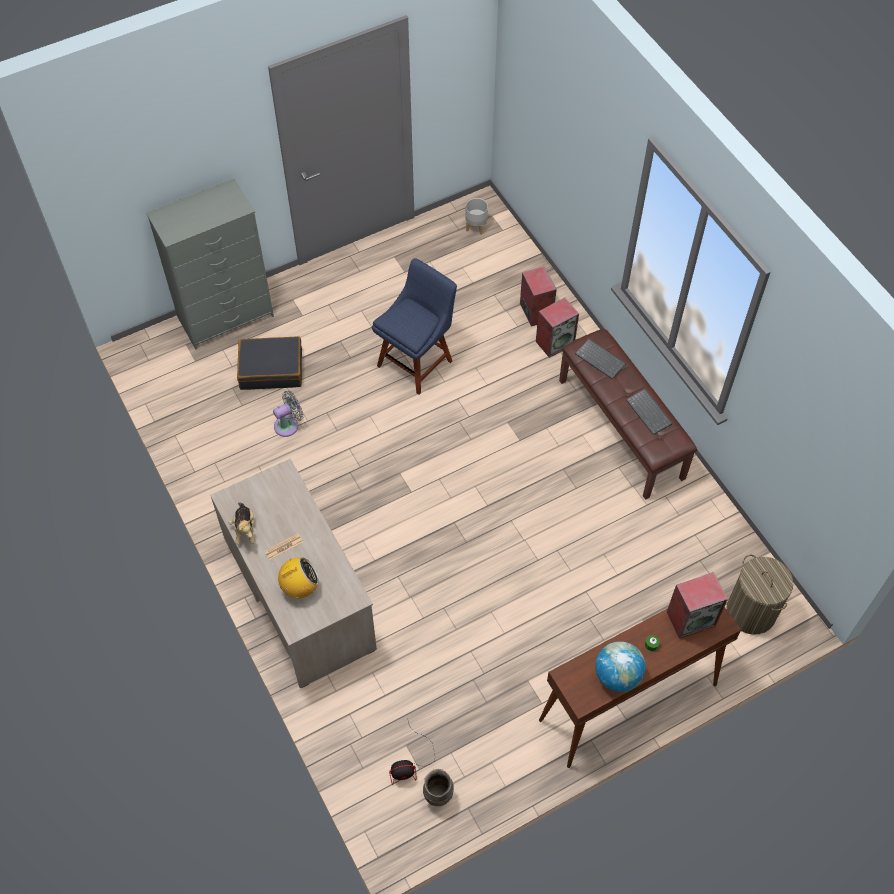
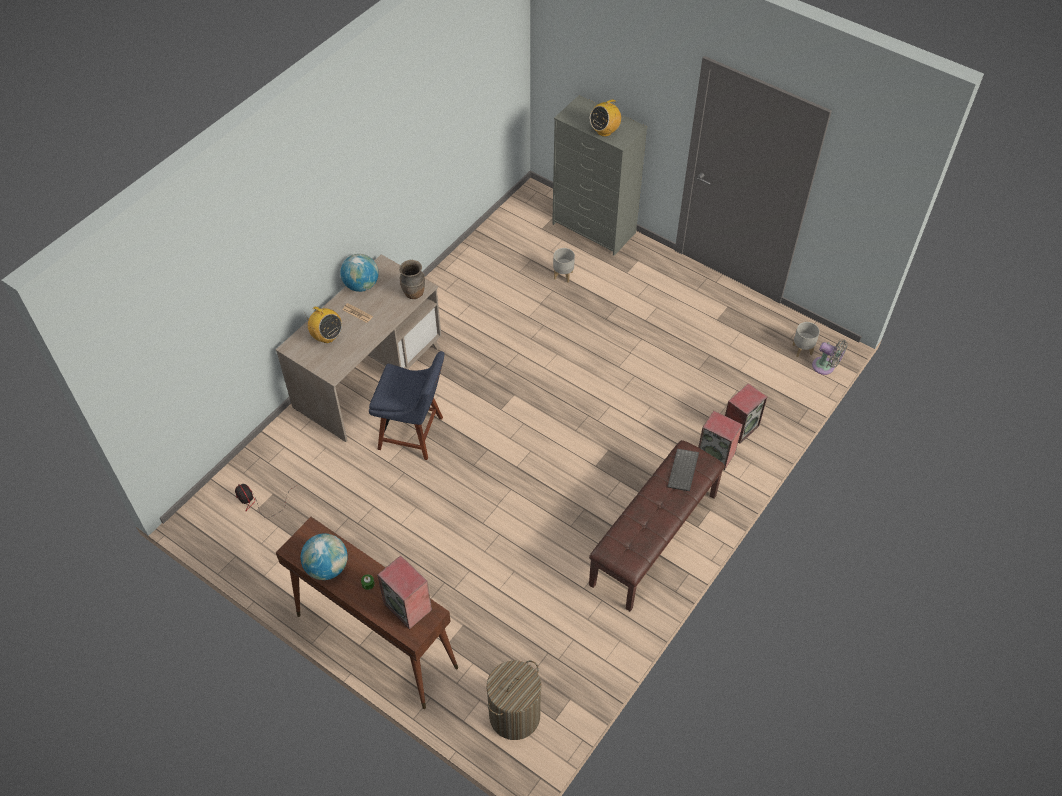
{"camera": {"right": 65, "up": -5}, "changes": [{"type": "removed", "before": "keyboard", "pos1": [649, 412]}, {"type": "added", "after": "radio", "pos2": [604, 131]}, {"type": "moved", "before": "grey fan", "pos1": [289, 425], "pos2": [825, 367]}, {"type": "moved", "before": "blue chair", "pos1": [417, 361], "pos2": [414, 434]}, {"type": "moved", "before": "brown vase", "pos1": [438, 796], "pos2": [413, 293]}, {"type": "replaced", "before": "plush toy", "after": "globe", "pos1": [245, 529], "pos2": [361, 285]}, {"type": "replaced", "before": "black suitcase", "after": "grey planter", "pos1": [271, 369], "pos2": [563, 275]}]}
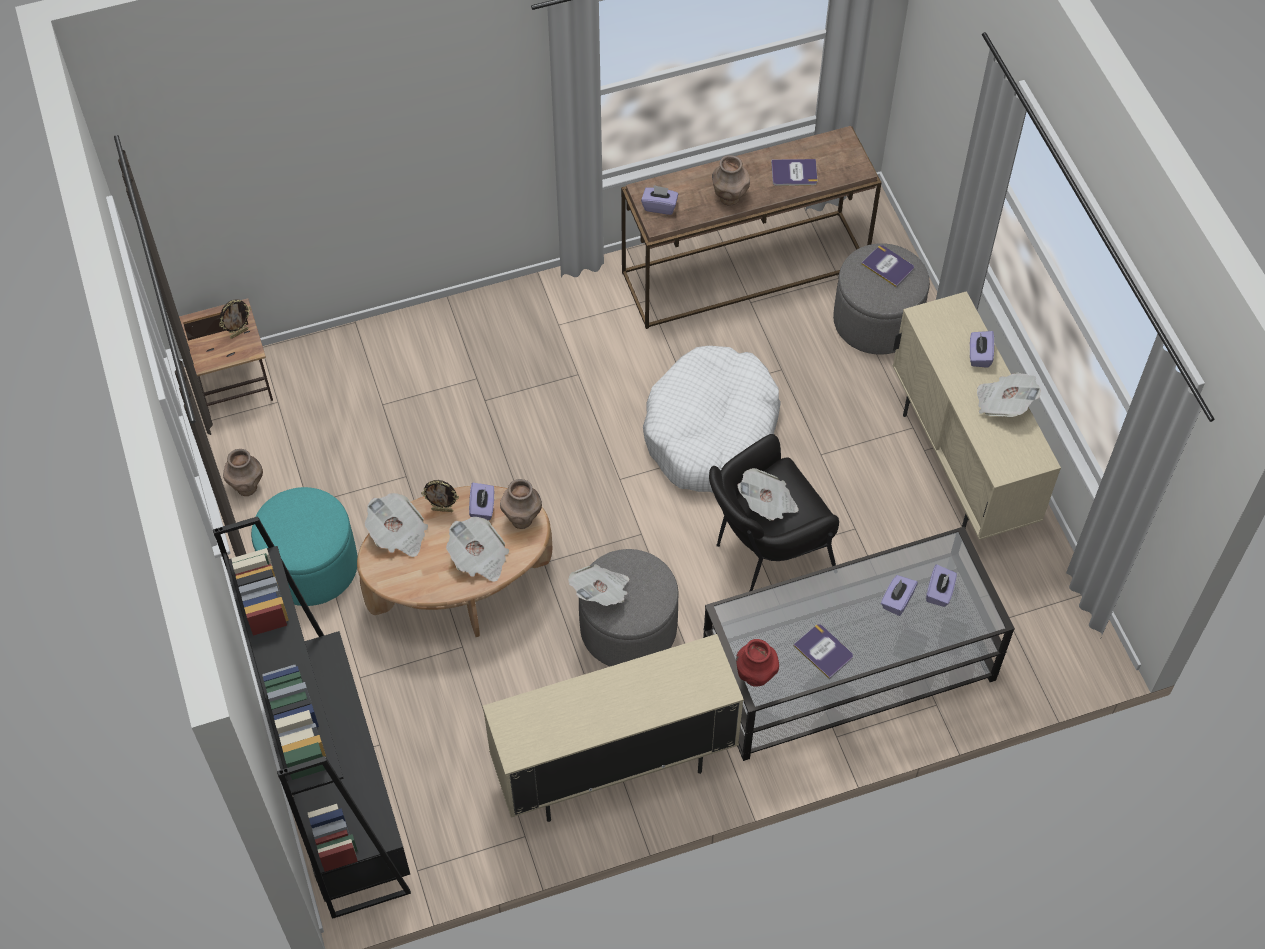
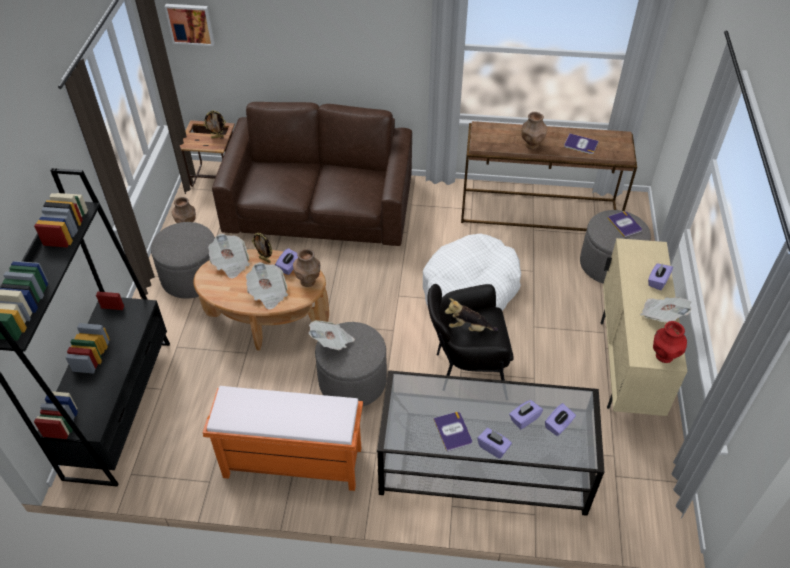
{"camera": {"right": 25, "up": -10}, "changes": [{"type": "added", "after": "picture", "pos2": [190, 23]}, {"type": "added", "after": "brown sofa", "pos2": [319, 206]}, {"type": "moved", "before": "purple tissue box", "pos1": [659, 206], "pos2": [493, 447]}, {"type": "moved", "before": "red vase", "pos1": [755, 677], "pos2": [663, 356]}, {"type": "replaced", "before": "beige cabinet", "after": "orange bench", "pos1": [614, 768], "pos2": [291, 463]}, {"type": "replaced", "before": "newspaper", "after": "plush toy", "pos1": [767, 504], "pos2": [469, 328]}, {"type": "recoloured", "before": "turquoise ottoman", "after": "grey ottoman", "pos1": [310, 566], "pos2": [192, 277]}]}
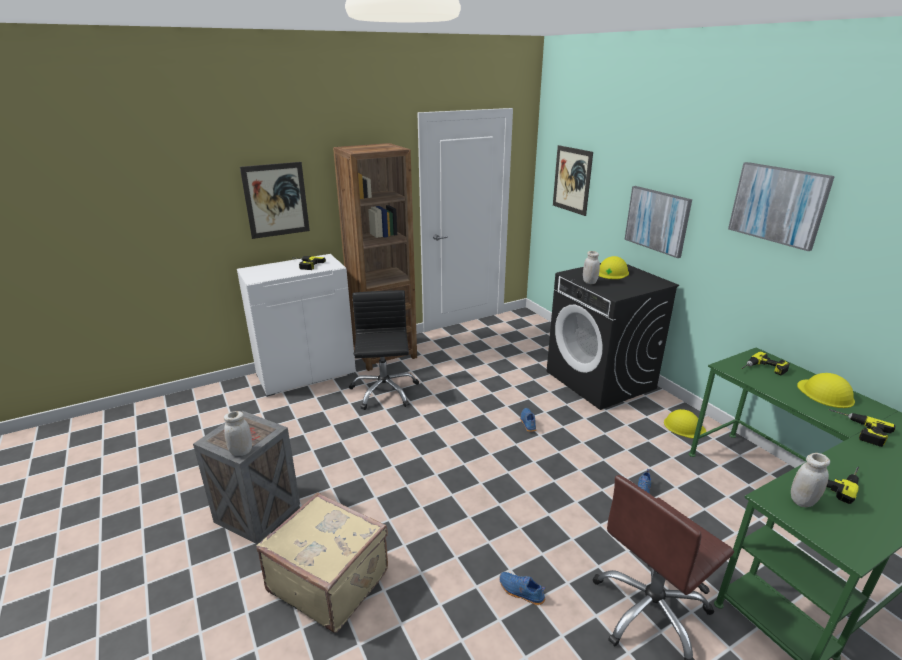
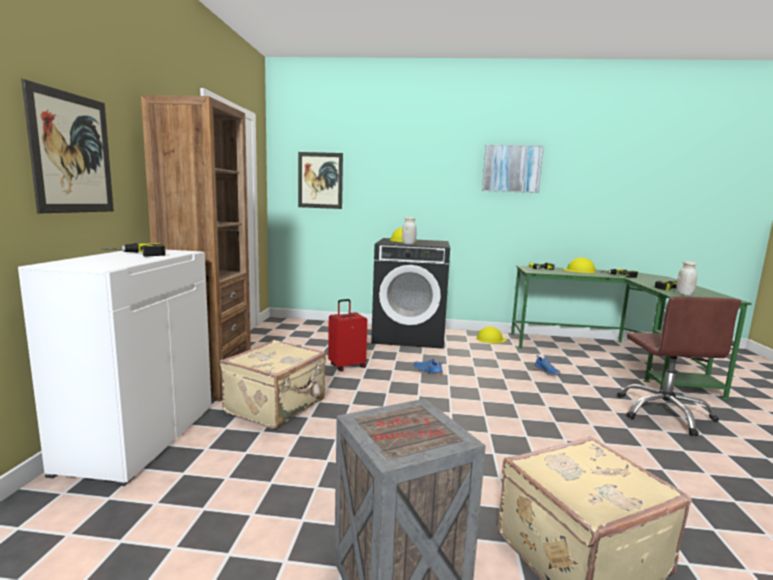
{"camera": {"right": -55, "up": -15}, "changes": [{"type": "removed", "before": "white jar", "pos1": [241, 451]}, {"type": "removed", "before": "blue shoe", "pos1": [521, 592]}, {"type": "removed", "before": "picture", "pos1": [657, 220]}, {"type": "added", "after": "red suitcase", "pos2": [347, 366]}, {"type": "replaced", "before": "black office chair", "after": "beige suitcase", "pos1": [384, 391], "pos2": [277, 406]}]}
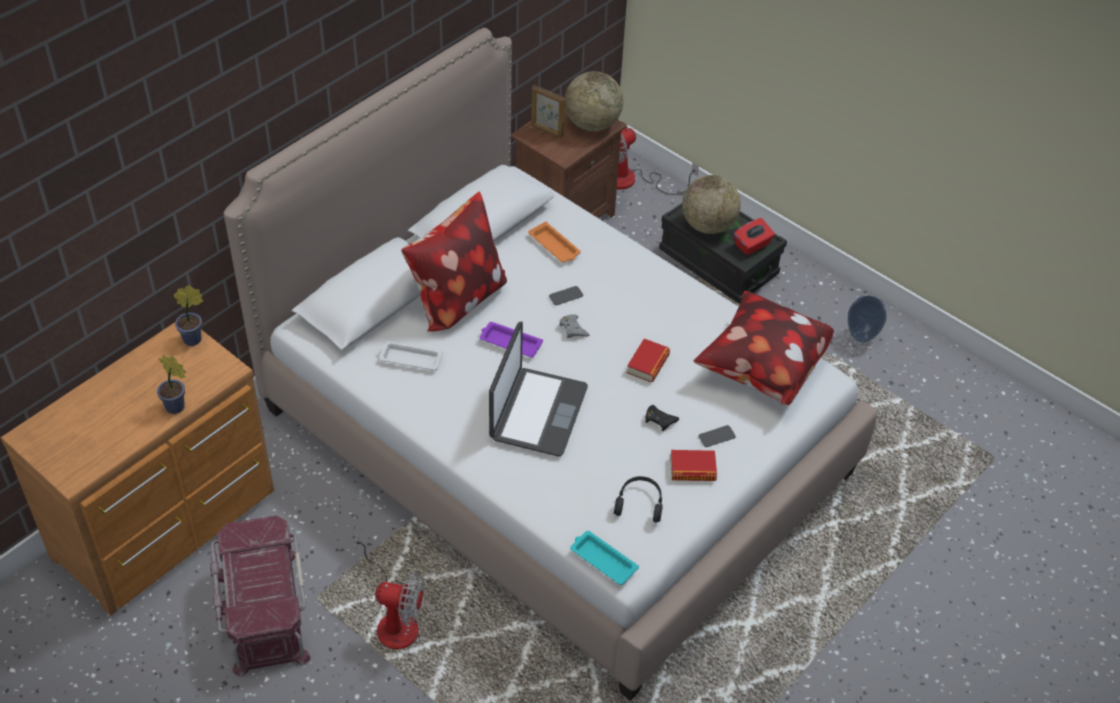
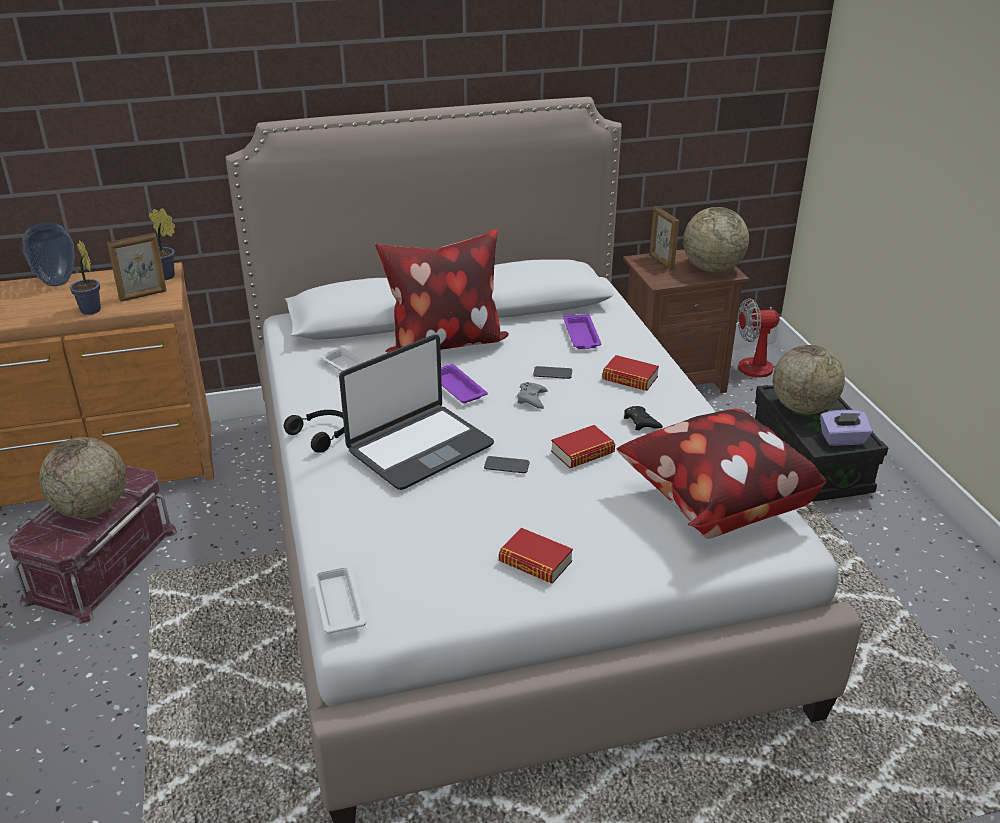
{"camera": {"right": 35, "up": -15}, "changes": [{"type": "removed", "before": "fan", "pos1": [391, 619]}, {"type": "added", "after": "globe", "pos2": [92, 509]}, {"type": "added", "after": "picture frame", "pos2": [143, 295]}, {"type": "added", "after": "book", "pos2": [630, 378]}, {"type": "moved", "before": "black headphones", "pos1": [639, 503], "pos2": [322, 435]}, {"type": "moved", "before": "black game controller", "pos1": [660, 420], "pos2": [641, 422]}, {"type": "moved", "before": "phone", "pos1": [716, 436], "pos2": [506, 465]}, {"type": "moved", "before": "vase", "pos1": [861, 336], "pos2": [58, 282]}, {"type": "recoloured", "before": "orange tray", "after": "purple tray", "pos1": [555, 246], "pos2": [581, 336]}, {"type": "recoloured", "before": "turquoise tray", "after": "white tray", "pos1": [602, 560], "pos2": [338, 602]}, {"type": "recoloured", "before": "red tissue box", "after": "purple tissue box", "pos1": [752, 245], "pos2": [842, 439]}]}
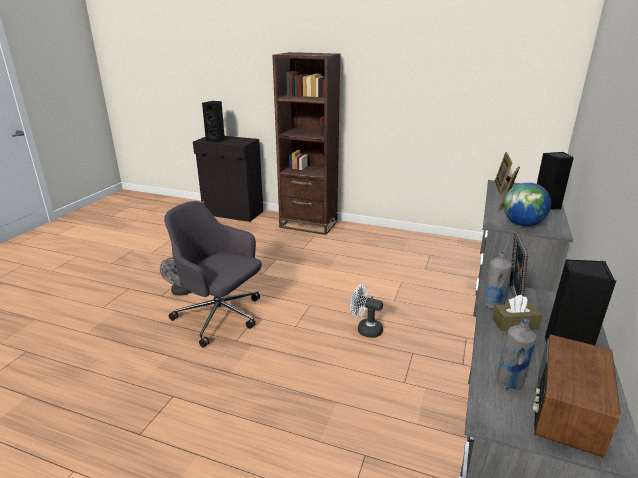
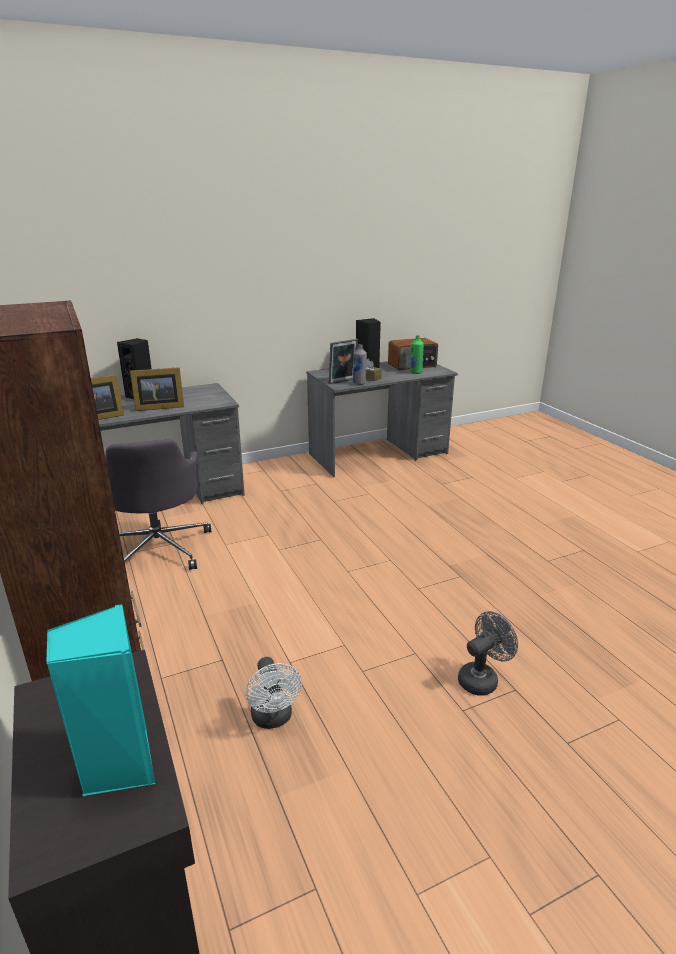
{"camera": {"right": -135, "up": 0}, "changes": [{"type": "removed", "before": "globe", "pos1": [522, 224]}, {"type": "moved", "before": "grey office chair", "pos1": [220, 316], "pos2": [159, 548]}, {"type": "moved", "before": "white fan", "pos1": [365, 329], "pos2": [273, 719]}, {"type": "recoloured", "before": "black speaker", "after": "turquoise speaker", "pos1": [216, 140], "pos2": [118, 765]}, {"type": "recoloured", "before": "grey bottle", "after": "green bottle", "pos1": [510, 382], "pos2": [416, 372]}]}
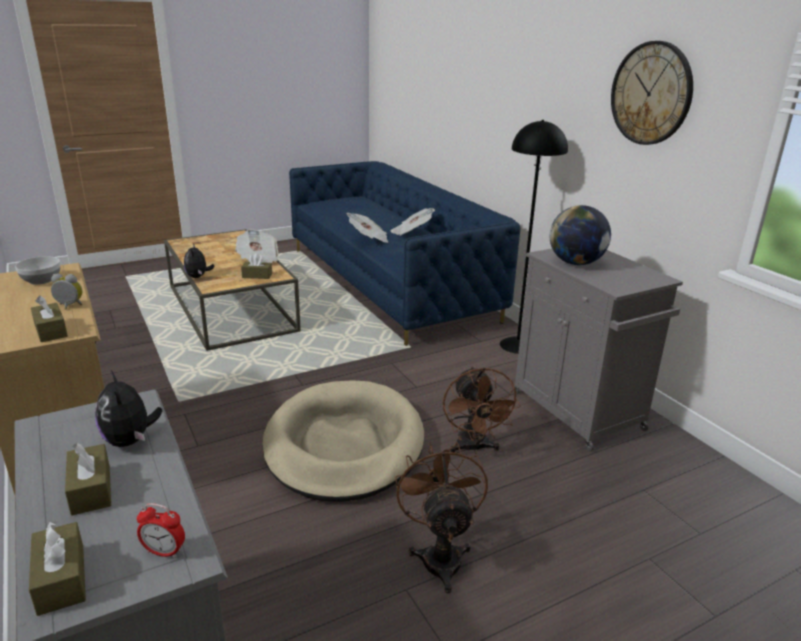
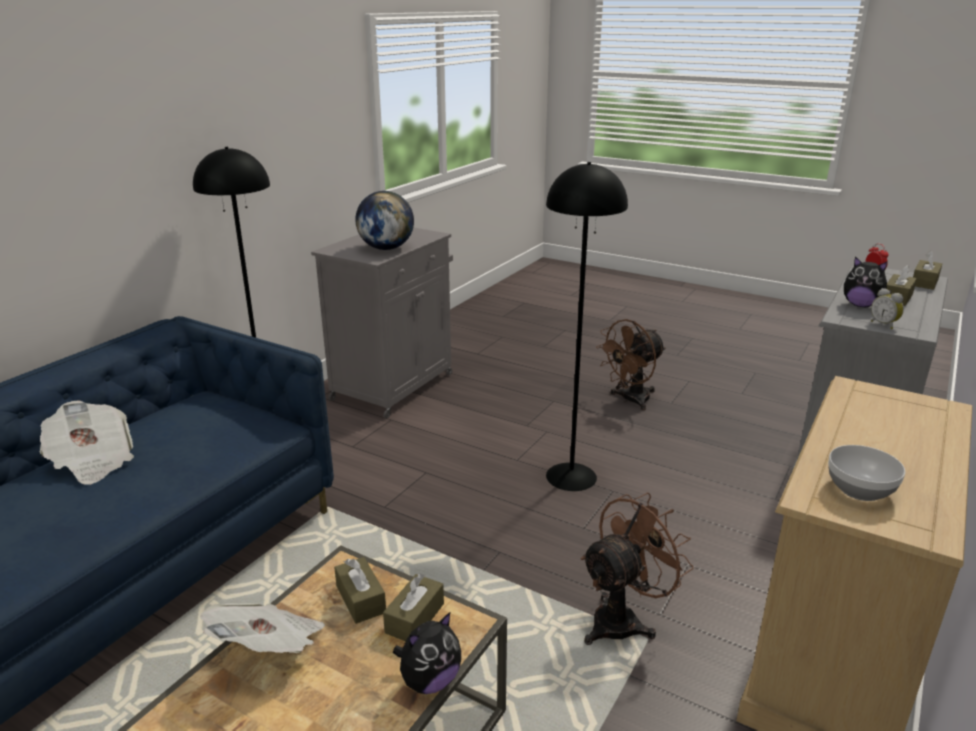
{"camera": {"right": -120, "up": 0}, "changes": [{"type": "removed", "before": "newspaper", "pos1": [368, 239]}, {"type": "removed", "before": "wall clock", "pos1": [651, 93]}, {"type": "moved", "before": "brown tissue box", "pos1": [51, 330], "pos2": [415, 618]}, {"type": "moved", "before": "alarm clock", "pos1": [69, 306], "pos2": [884, 324]}, {"type": "moved", "before": "brown fan", "pos1": [473, 448], "pos2": [623, 619]}, {"type": "replaced", "before": "beige dog bed", "after": "black floor lamp", "pos1": [344, 445], "pos2": [571, 476]}, {"type": "turned", "before": "plush toy", "pos1": [130, 440], "pos2": [861, 305], "turn": 90}]}
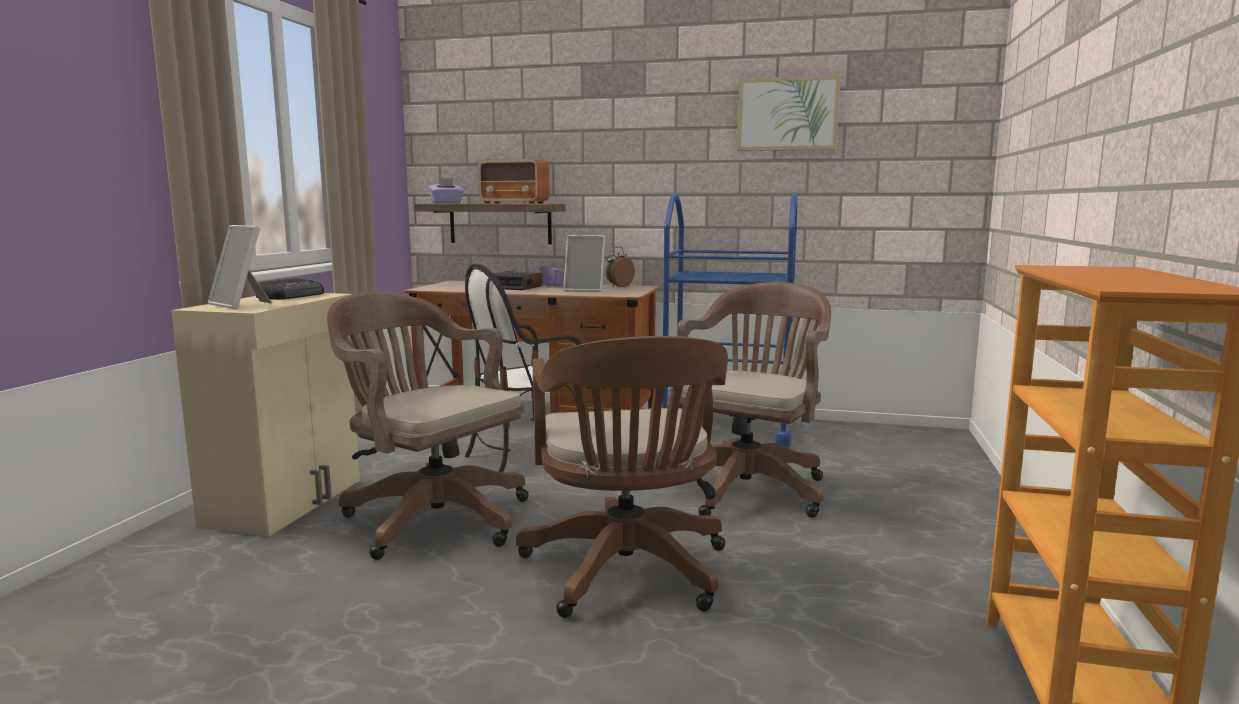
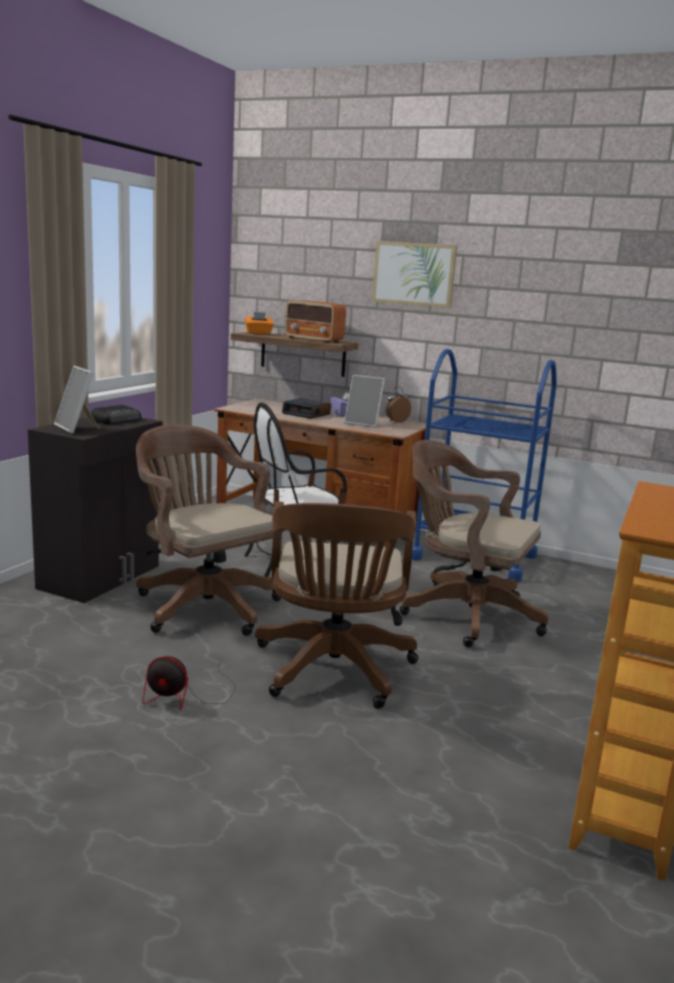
{"camera": {"right": 10, "up": 5}, "changes": [{"type": "added", "after": "fan", "pos2": [186, 696]}, {"type": "moved", "before": "picture", "pos1": [787, 114], "pos2": [414, 274]}, {"type": "recoloured", "before": "beige cabinet", "after": "black cabinet", "pos1": [287, 502], "pos2": [102, 577]}, {"type": "recoloured", "before": "purple tissue box", "after": "orange tissue box", "pos1": [446, 203], "pos2": [258, 333]}, {"type": "turned", "before": "brown office chair", "pos1": [748, 487], "pos2": [464, 614], "turn": -105}]}
